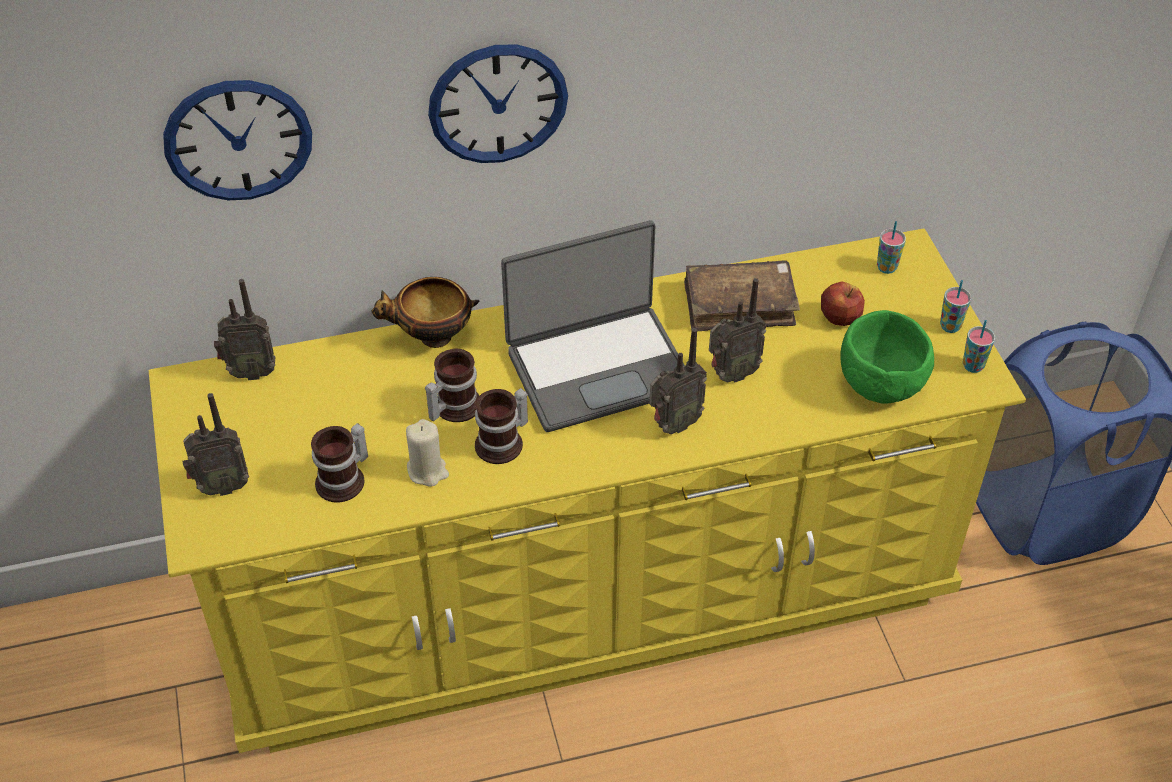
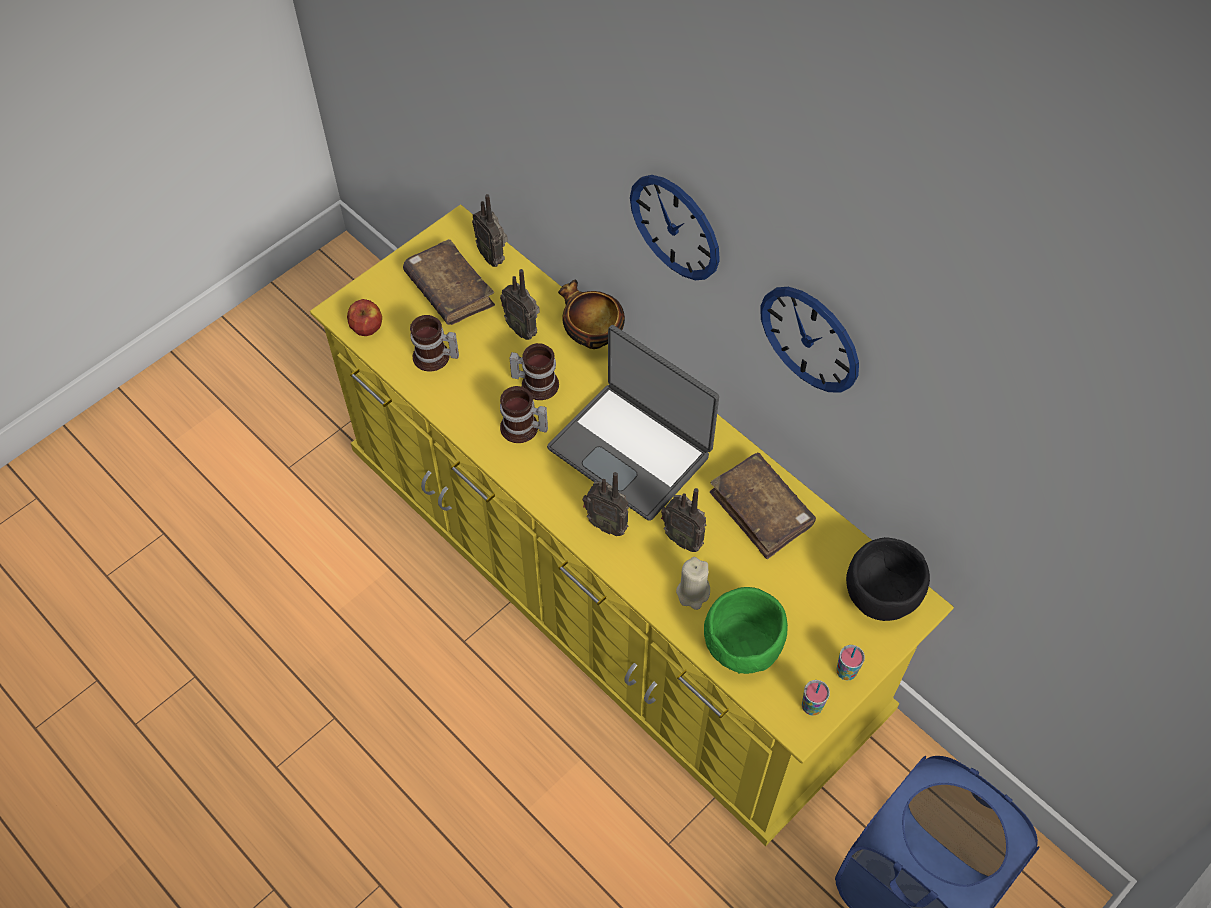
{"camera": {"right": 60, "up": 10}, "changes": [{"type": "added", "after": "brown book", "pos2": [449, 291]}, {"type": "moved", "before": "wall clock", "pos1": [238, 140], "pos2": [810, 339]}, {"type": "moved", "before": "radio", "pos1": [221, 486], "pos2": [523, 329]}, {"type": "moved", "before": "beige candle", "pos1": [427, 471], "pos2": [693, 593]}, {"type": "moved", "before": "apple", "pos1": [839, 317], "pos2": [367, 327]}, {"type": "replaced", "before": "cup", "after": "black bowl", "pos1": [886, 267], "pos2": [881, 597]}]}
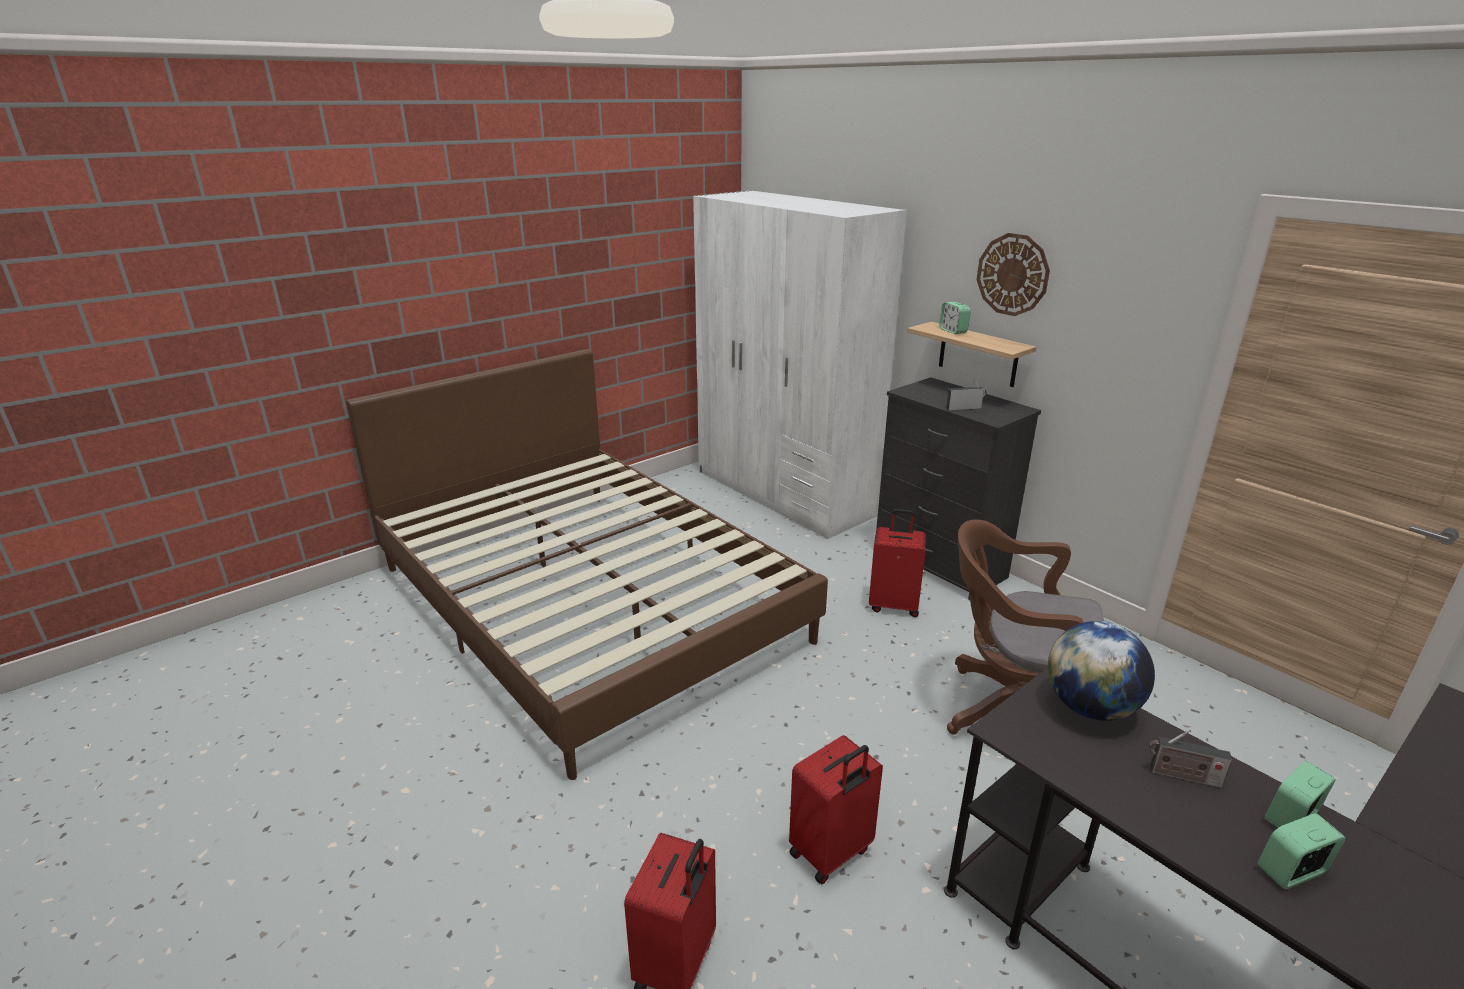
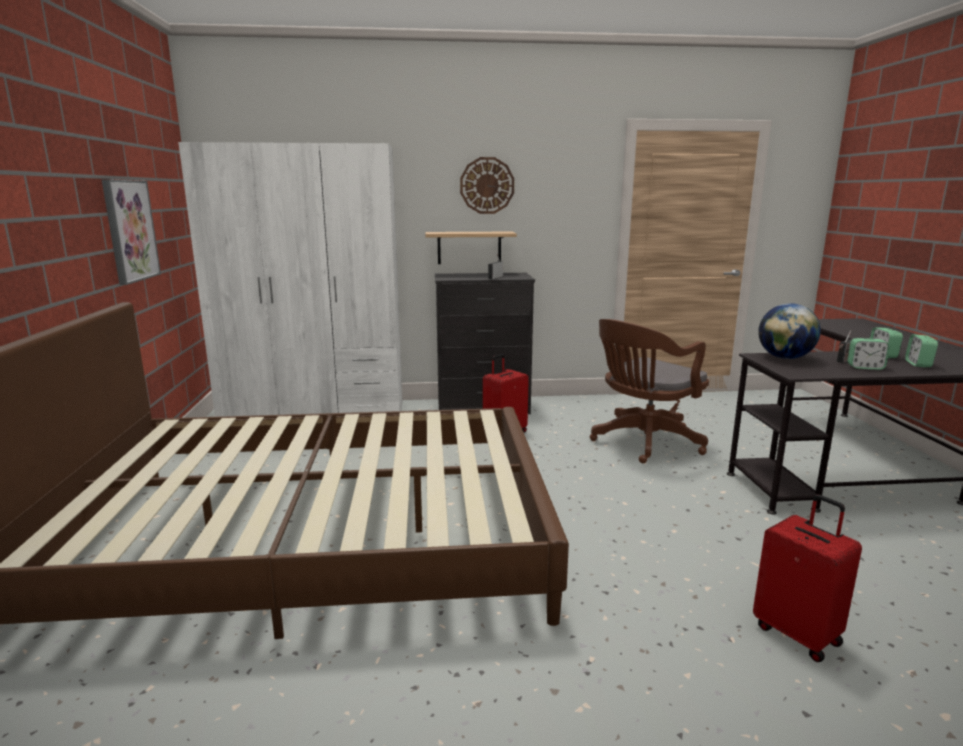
{"camera": {"right": -55, "up": -10}, "changes": [{"type": "removed", "before": "red suitcase", "pos1": [831, 853]}, {"type": "added", "after": "picture", "pos2": [130, 230]}, {"type": "moved", "before": "alarm clock", "pos1": [953, 331], "pos2": [865, 367]}]}
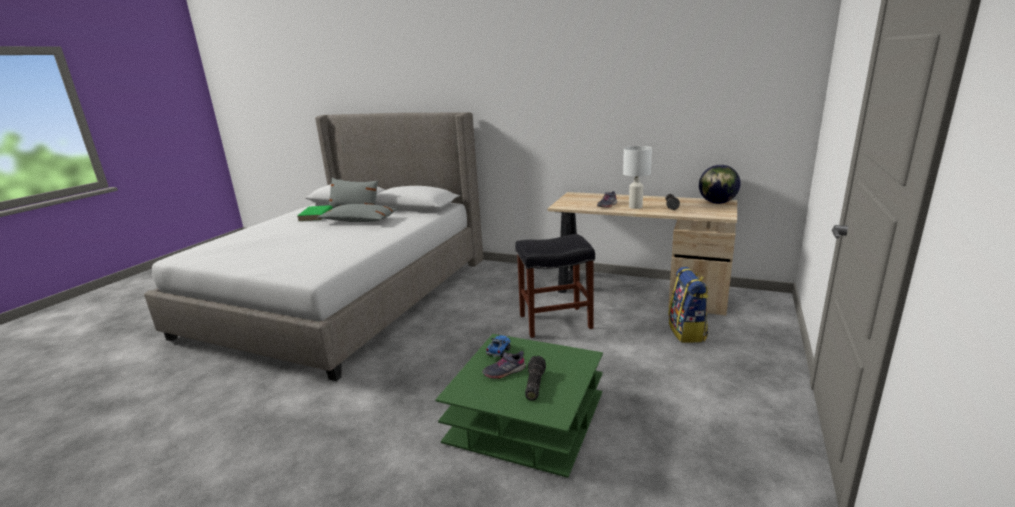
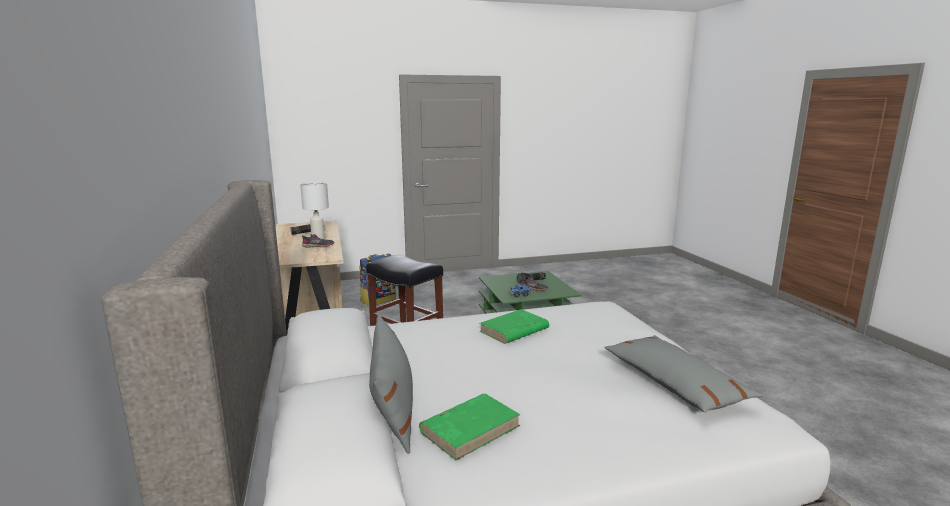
{"camera": {"right": -130, "up": -5}, "changes": [{"type": "removed", "before": "globe", "pos1": [717, 203]}, {"type": "added", "after": "green book", "pos2": [513, 330]}, {"type": "moved", "before": "grey pillow", "pos1": [359, 221], "pos2": [674, 384]}]}
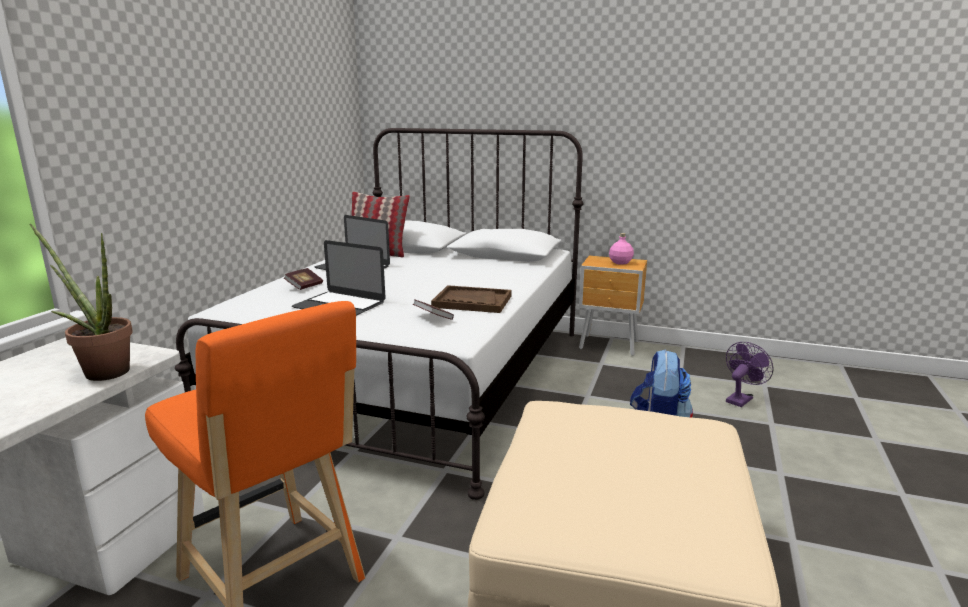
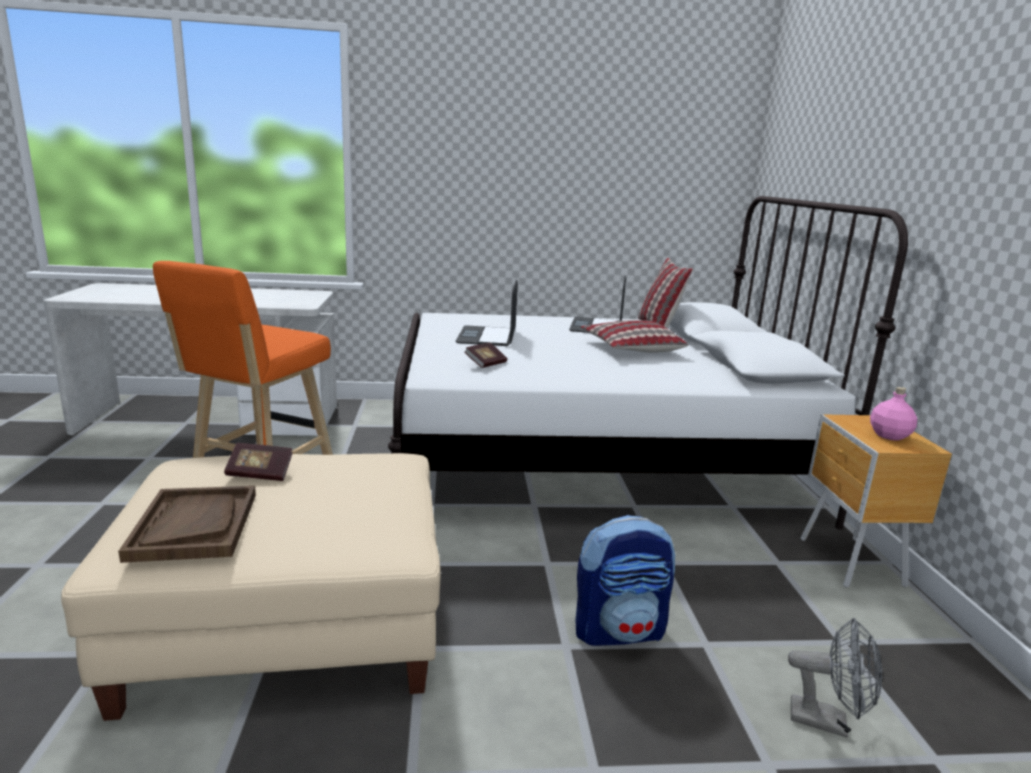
{"camera": {"right": 65, "up": 0}, "changes": [{"type": "removed", "before": "potted plant", "pos1": [101, 371]}, {"type": "added", "after": "pillow", "pos2": [630, 349]}, {"type": "moved", "before": "book", "pos1": [304, 286], "pos2": [260, 473]}, {"type": "moved", "before": "brown tray", "pos1": [472, 301], "pos2": [194, 525]}, {"type": "recoloured", "before": "purple fan", "after": "grey fan", "pos1": [741, 399], "pos2": [828, 721]}]}
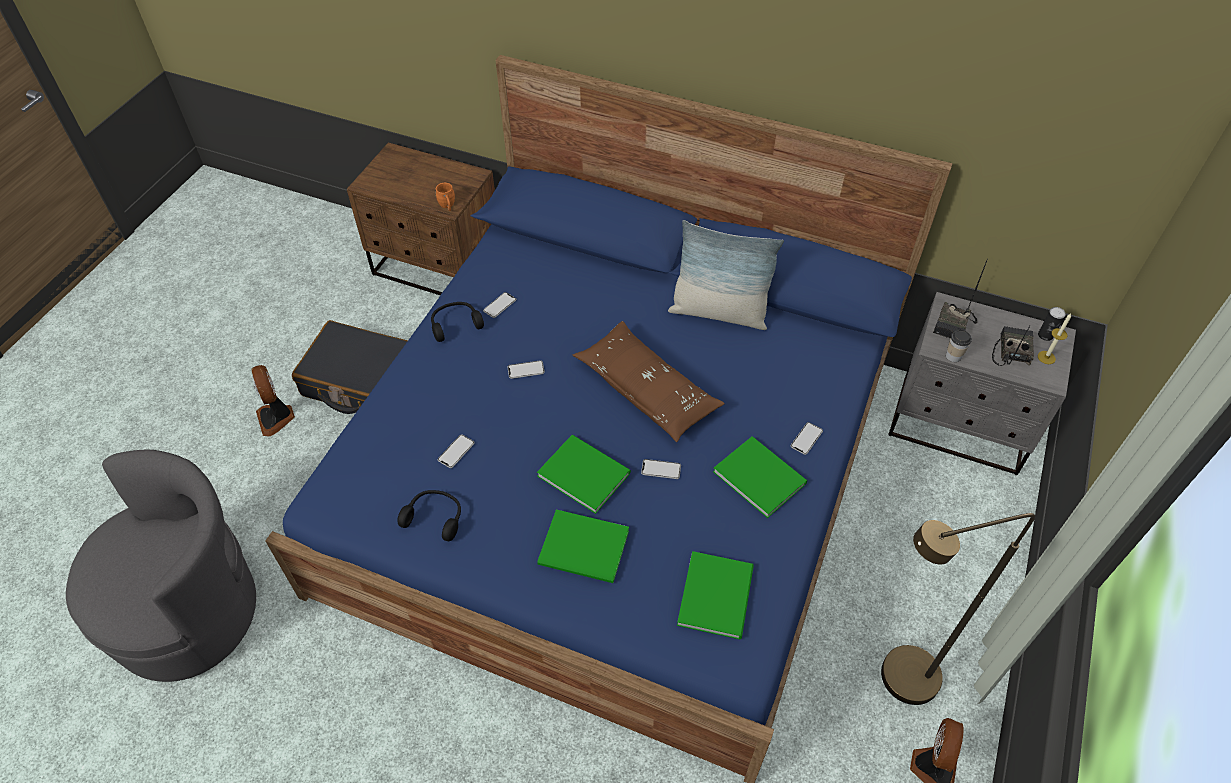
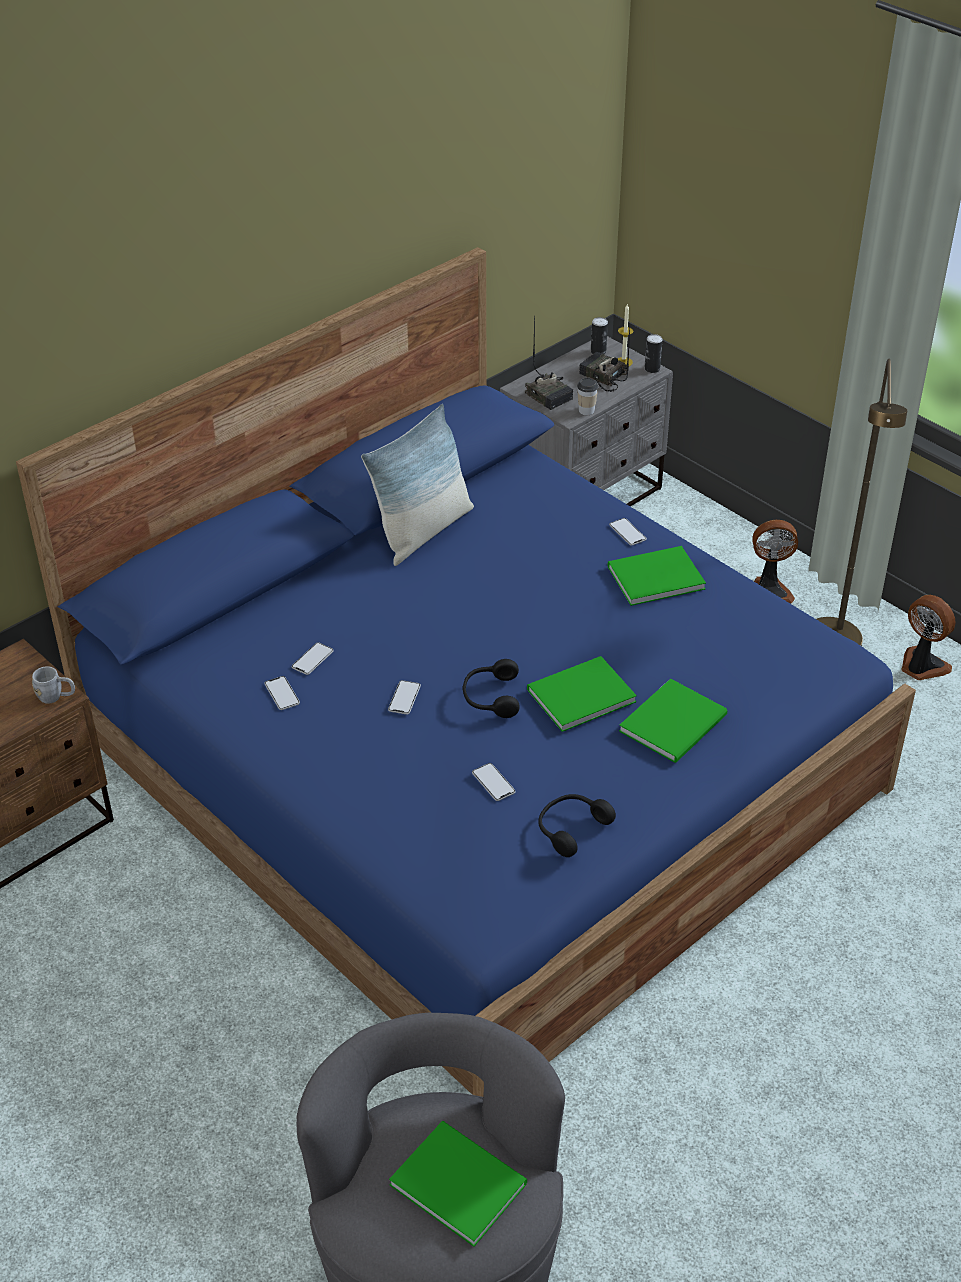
{"camera": {"right": -65, "up": -10}, "changes": [{"type": "removed", "before": "black suitcase", "pos1": [361, 381]}, {"type": "removed", "before": "brown pillow", "pos1": [647, 389]}, {"type": "added", "after": "can", "pos2": [652, 369]}, {"type": "moved", "before": "fan", "pos1": [276, 418], "pos2": [768, 591]}, {"type": "moved", "before": "black headphones", "pos1": [455, 324], "pos2": [490, 697]}, {"type": "moved", "before": "phone", "pos1": [661, 469], "pos2": [312, 659]}, {"type": "moved", "before": "green book", "pos1": [718, 594], "pos2": [457, 1180]}, {"type": "recoloured", "before": "orange mug", "after": "grey mug", "pos1": [447, 206], "pos2": [56, 697]}]}
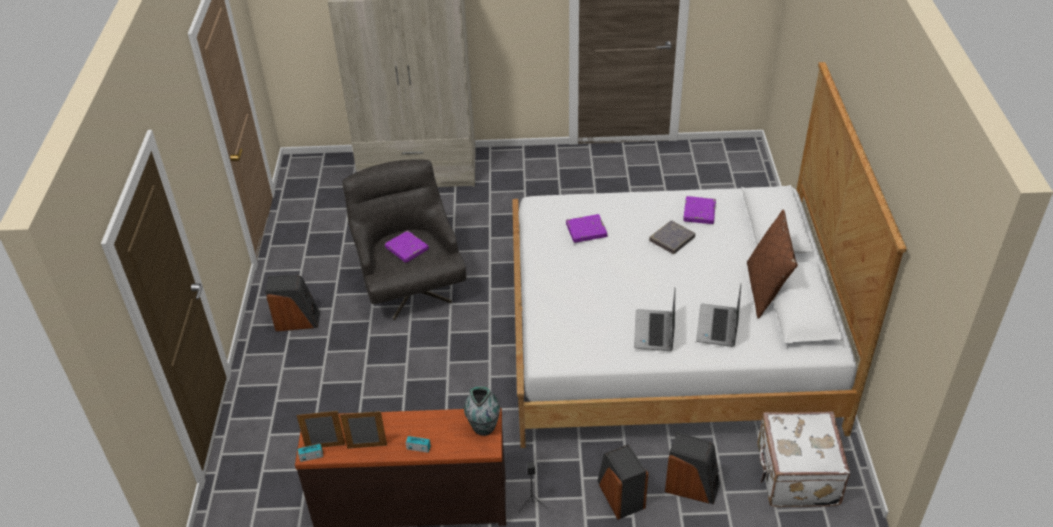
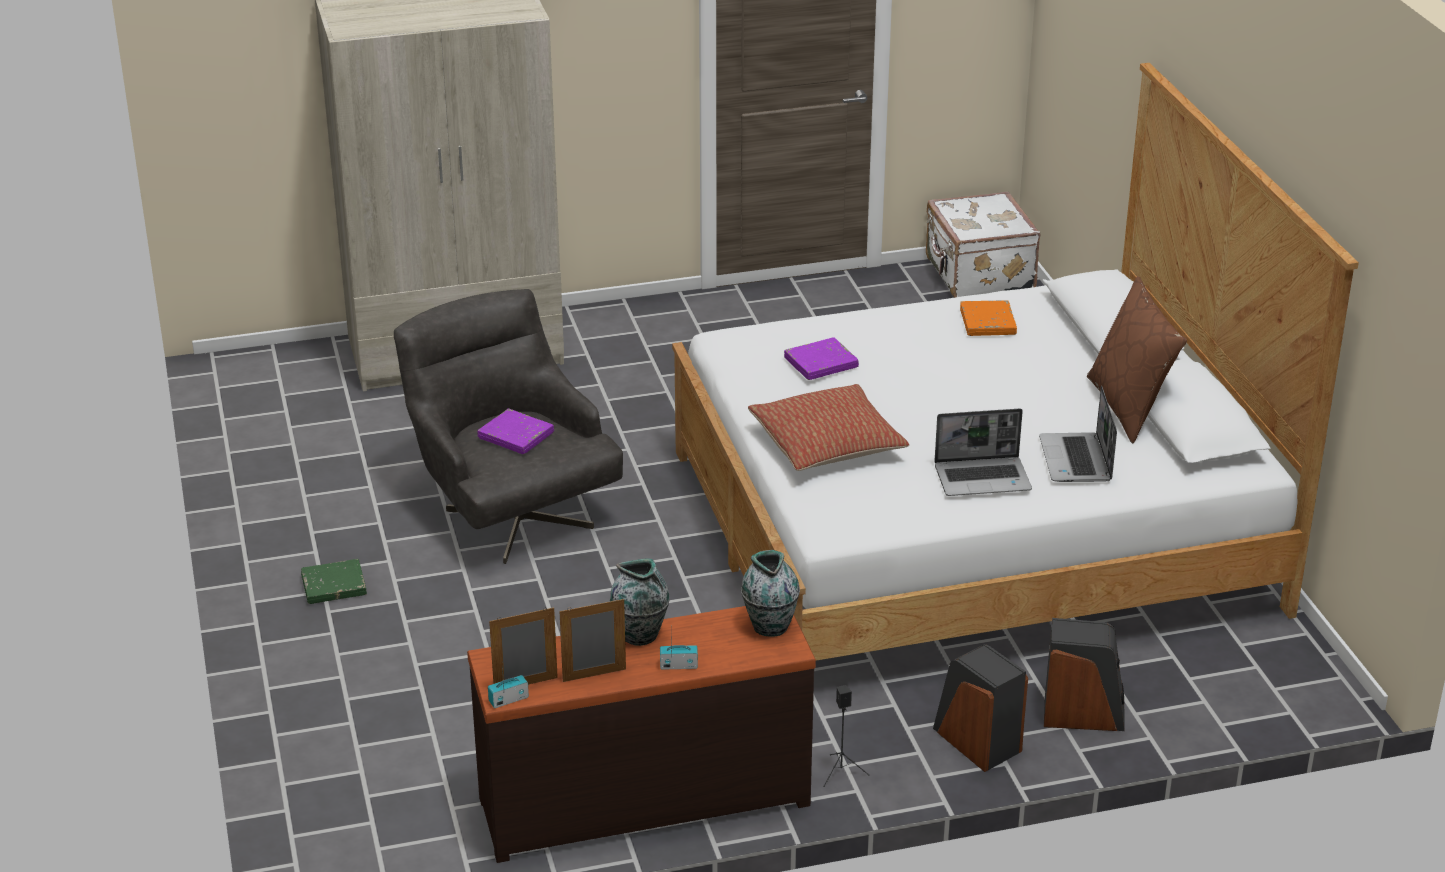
{"camera": {"right": -15, "up": -10}, "changes": [{"type": "removed", "before": "grey book", "pos1": [672, 239]}, {"type": "added", "after": "vase", "pos2": [641, 635]}, {"type": "added", "after": "pillow", "pos2": [827, 445]}, {"type": "moved", "before": "white suitcase", "pos1": [795, 476], "pos2": [977, 276]}, {"type": "replaced", "before": "speaker", "after": "green book", "pos1": [297, 321], "pos2": [334, 586]}, {"type": "recoloured", "before": "purple book", "after": "orange book", "pos1": [699, 212], "pos2": [987, 322]}, {"type": "turned", "before": "laptop", "pos1": [654, 332], "pos2": [983, 478], "turn": -90}]}
